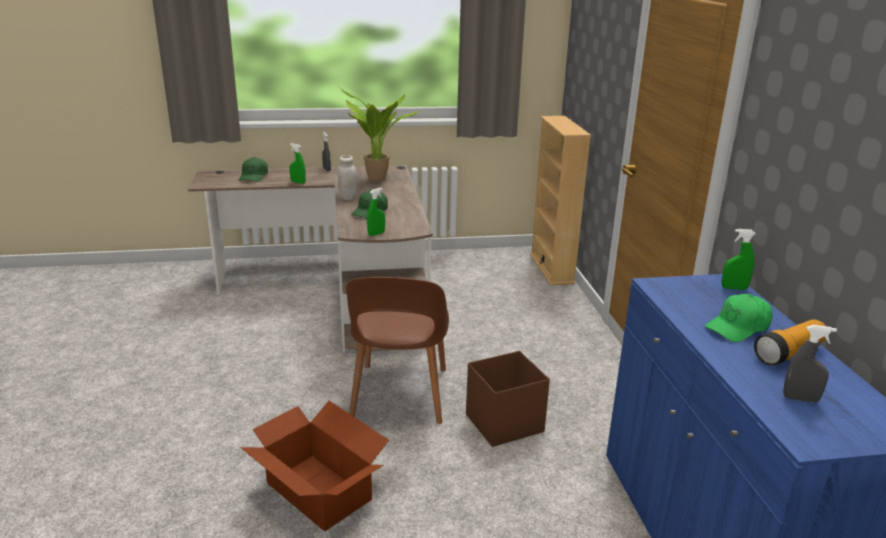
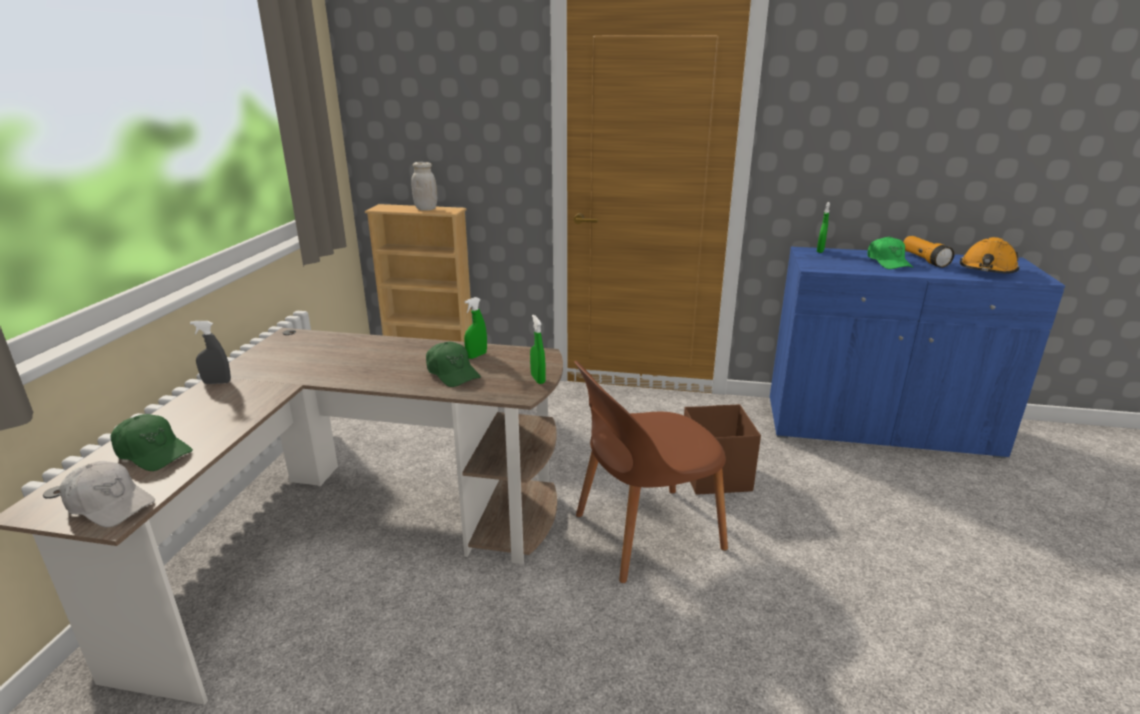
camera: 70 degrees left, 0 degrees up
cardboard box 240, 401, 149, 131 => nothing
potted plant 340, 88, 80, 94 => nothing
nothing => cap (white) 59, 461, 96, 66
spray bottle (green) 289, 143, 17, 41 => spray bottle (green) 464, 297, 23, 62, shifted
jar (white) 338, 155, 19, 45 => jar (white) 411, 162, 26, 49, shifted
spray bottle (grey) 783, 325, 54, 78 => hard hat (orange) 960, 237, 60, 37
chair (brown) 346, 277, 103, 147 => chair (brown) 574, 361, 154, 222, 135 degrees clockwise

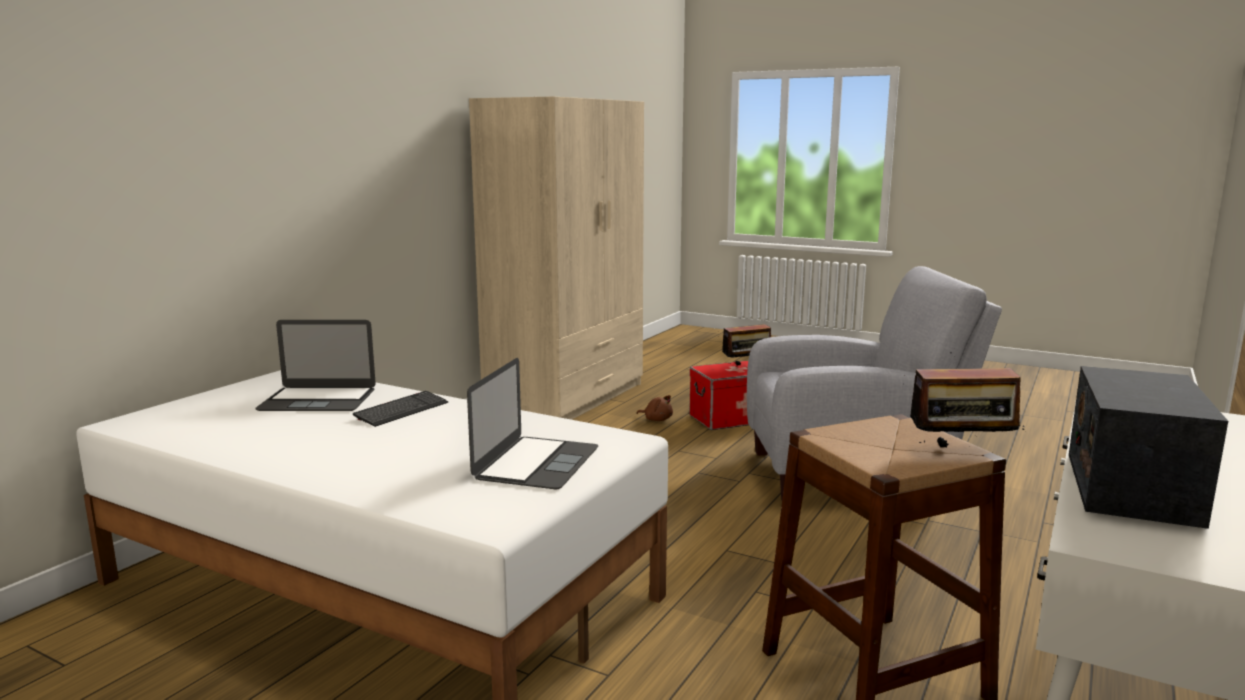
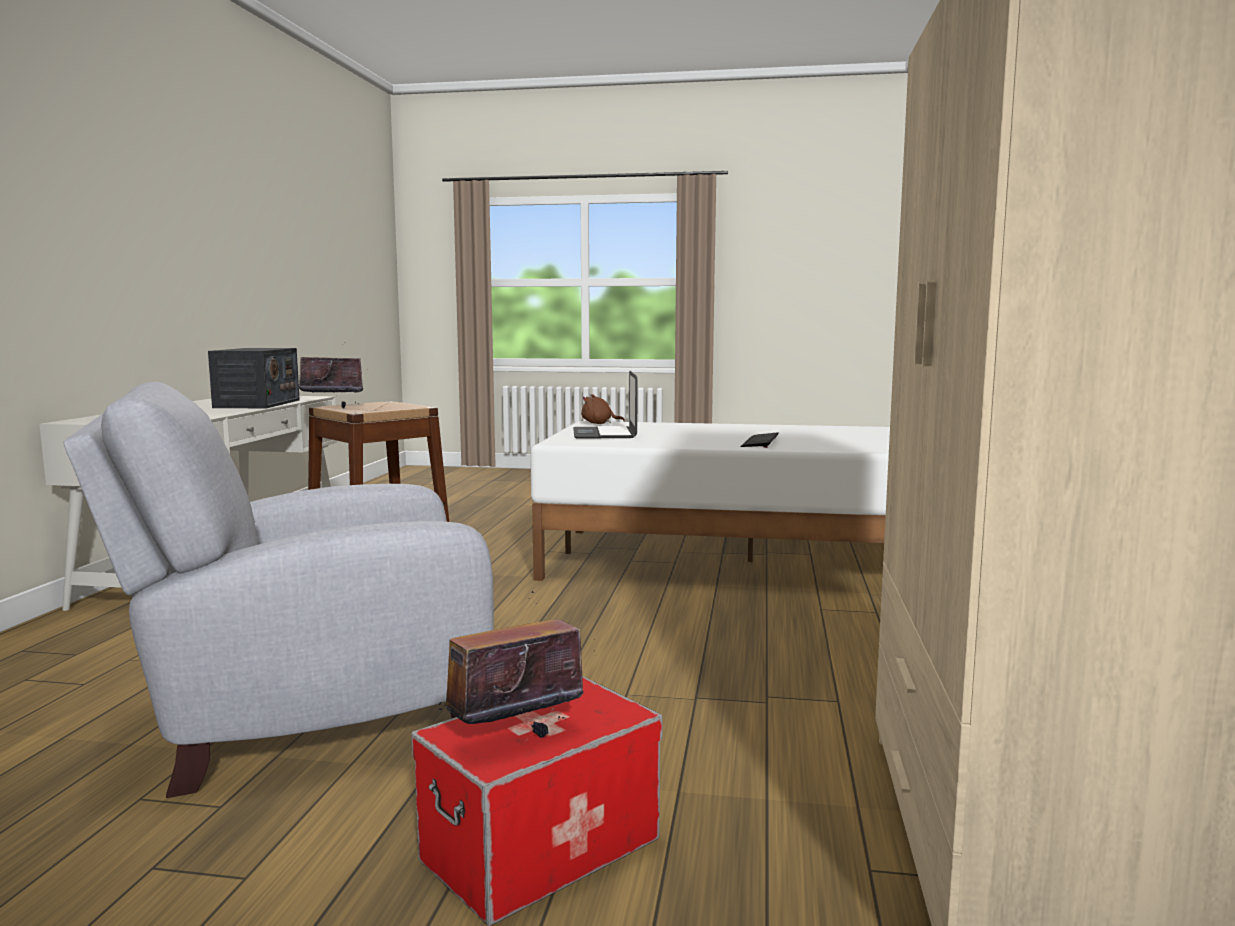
camera: 160 degrees right, 5 degrees down
laptop 255, 320, 121, 91 => nothing
plush toy (brown) 637, 395, 36, 26 => plush toy (brown) 581, 394, 44, 30, shifted

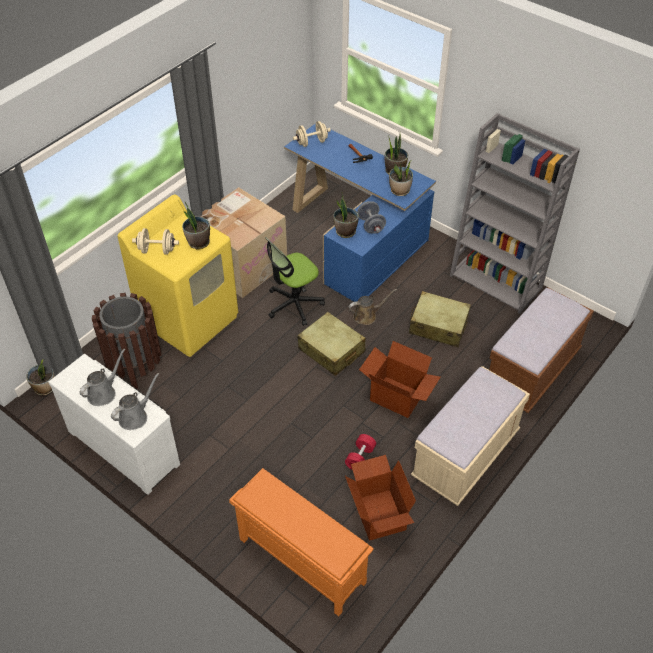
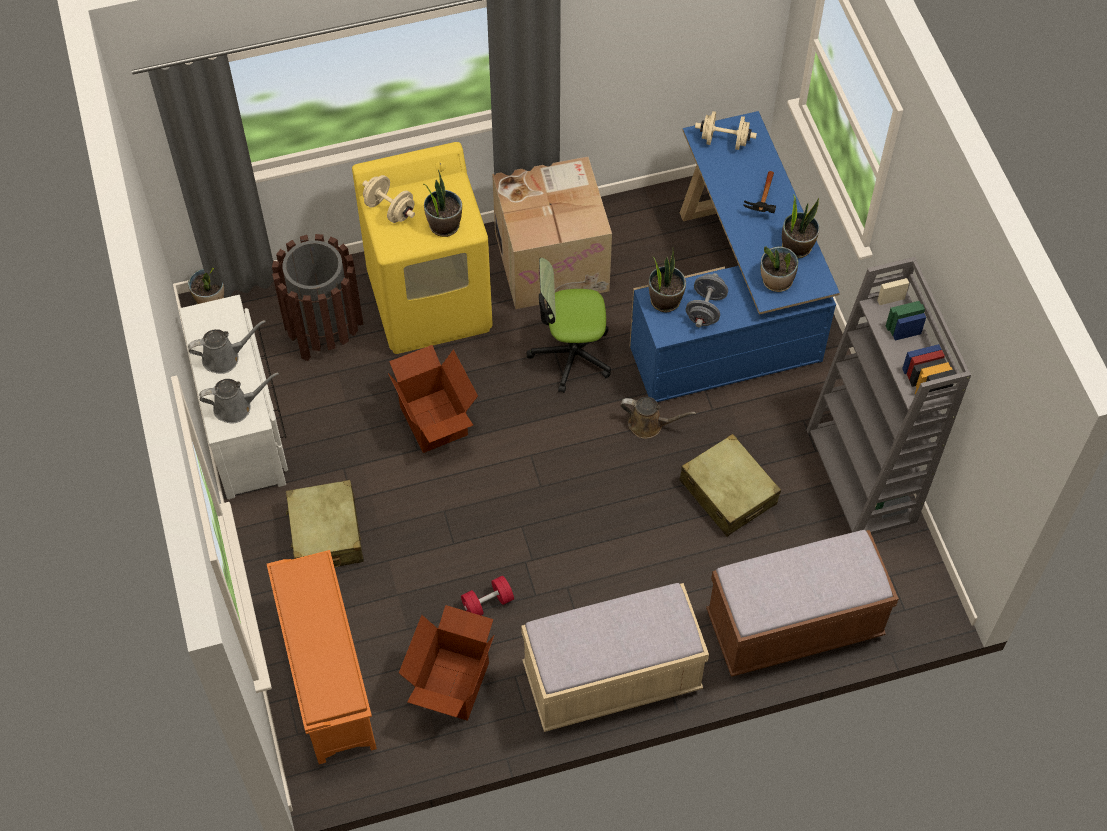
camera: 35 degrees right, 10 degrees up
suitcase (beige) 297, 312, 69, 64 => suitcase (beige) 286, 480, 78, 88, shifted
cardboard box 359, 341, 82, 77 => cardboard box 388, 345, 90, 108, shifted

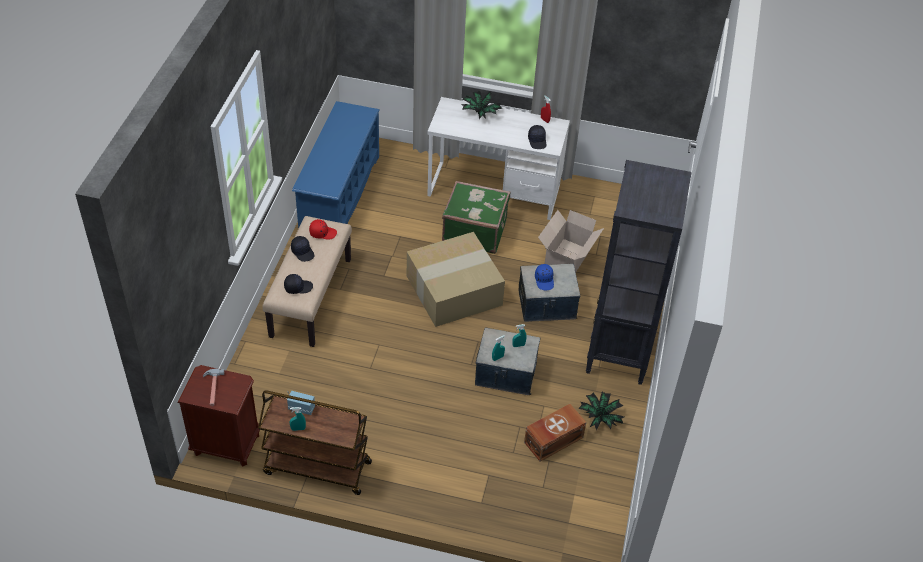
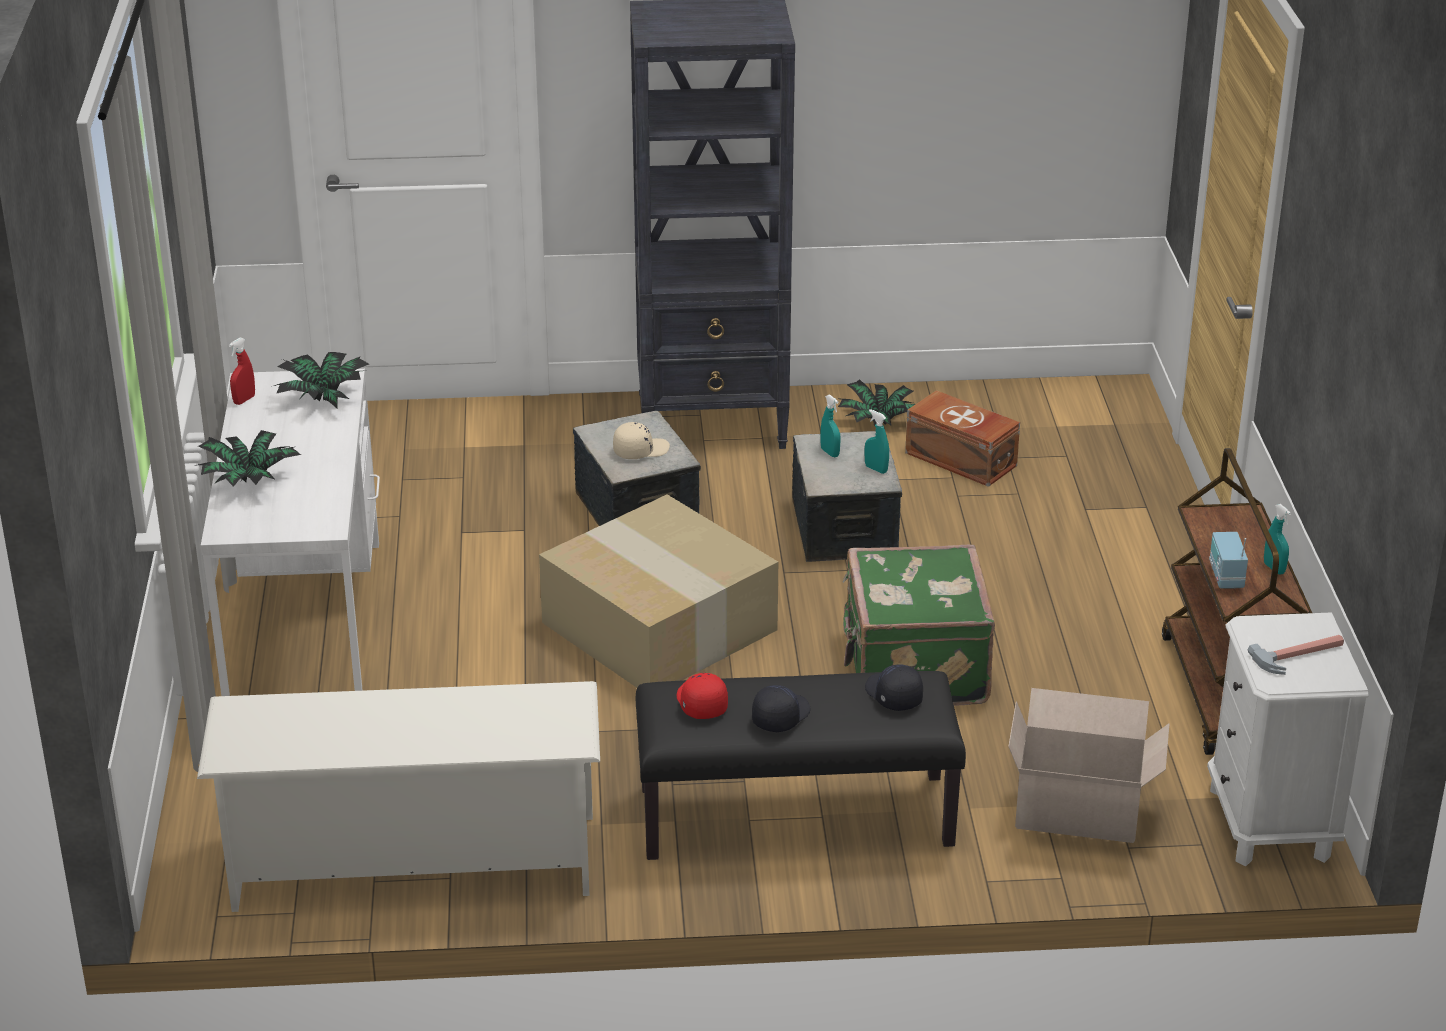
camera: 105 degrees left, 15 degrees down
suitcase (green) 442, 181, 68, 73 => suitcase (green) 842, 545, 153, 161, shifted
cardboard box 538, 210, 66, 62 => cardboard box 1008, 688, 161, 155, shifted
cap (black) 528, 125, 18, 24 => potted plant 274, 352, 95, 56
nightstand (brown) 177, 365, 83, 102 => nightstand (white) 1207, 612, 161, 254
bench (beige) 262, 216, 90, 131 => bench (black) 636, 671, 330, 189
shoe rack (blue) 292, 101, 88, 128 => shoe rack (white) 197, 681, 403, 231
cap (blue) 535, 264, 19, 26 => cap (beige) 613, 422, 57, 37

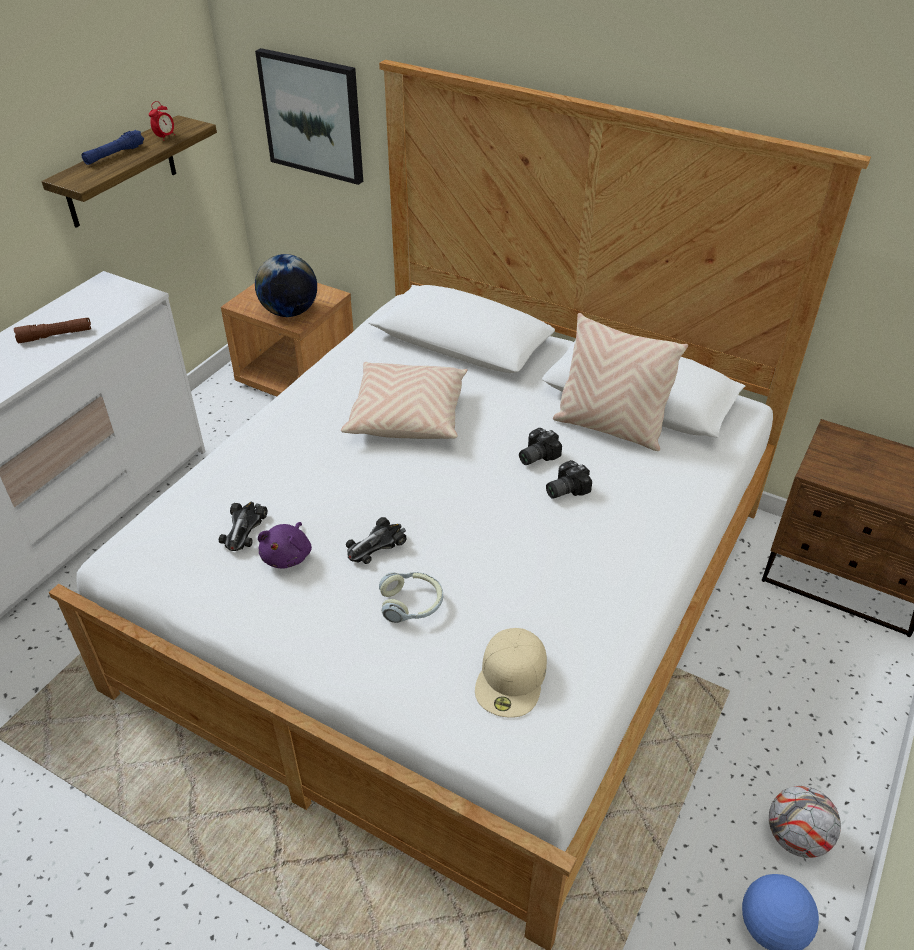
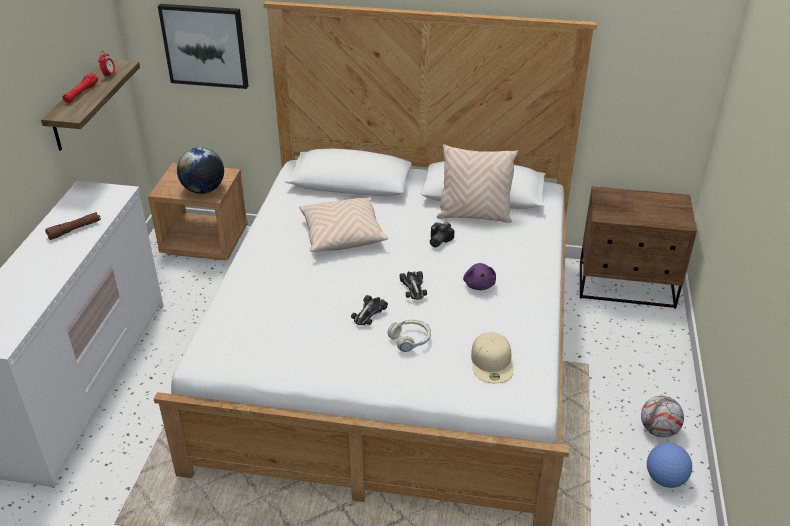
camera: 20 degrees left, 5 degrees down
photo camera 546, 460, 46, 39 => nothing
toy car 219, 501, 48, 50 => toy car 400, 271, 27, 29, shifted
plush toy (purple) 258, 522, 54, 47 => plush toy (purple) 463, 263, 33, 27, shifted
flashlight (blue) 82, 130, 62, 35 => flashlight (red) 62, 73, 36, 30

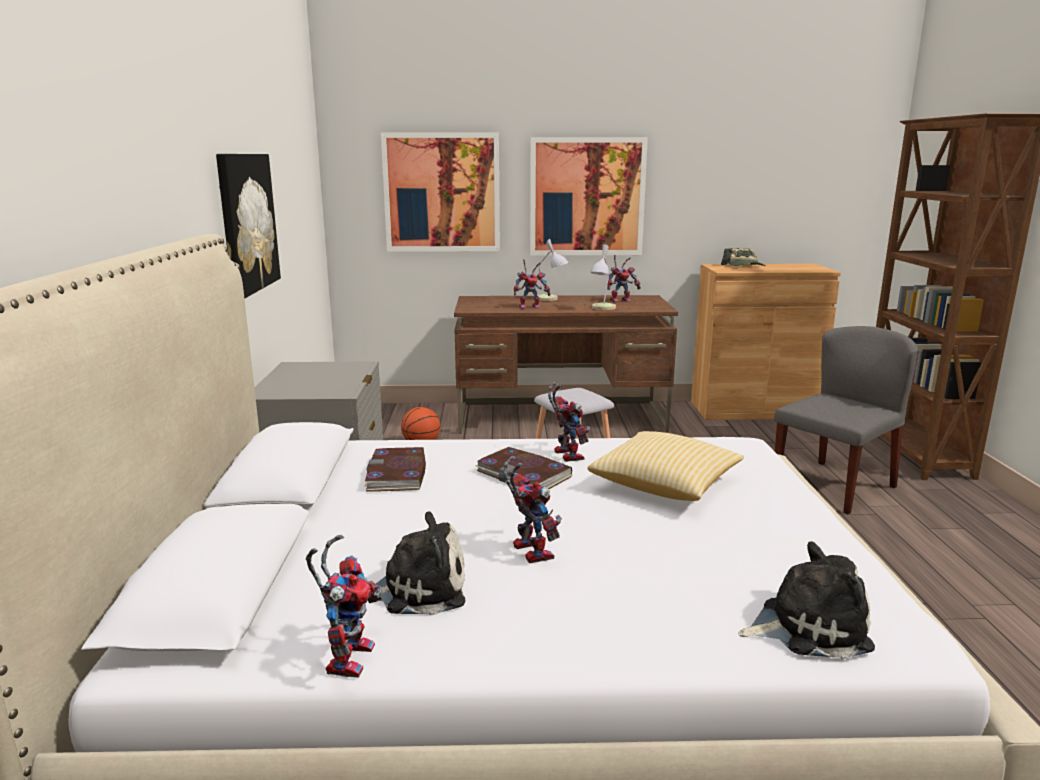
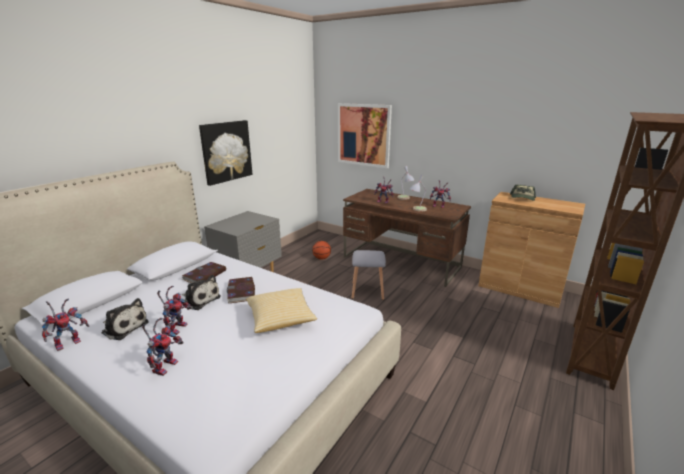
camera: 35 degrees right, 5 degrees up
picture 530, 137, 118, 118 => nothing
chair (grey) 774, 326, 144, 188 => nothing
toy robot 548, 382, 43, 80 => toy robot 142, 318, 42, 58, shifted
plush toy 739, 541, 136, 118 => plush toy 182, 275, 39, 35, shifted

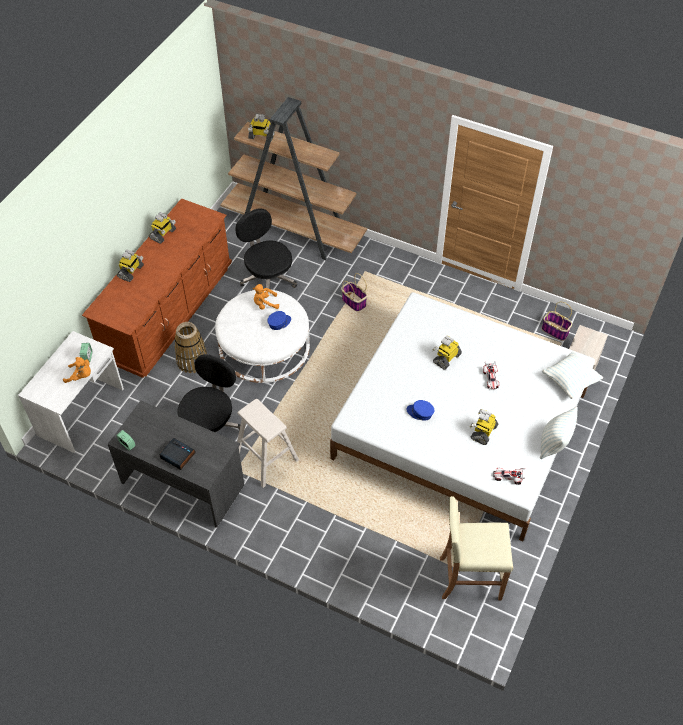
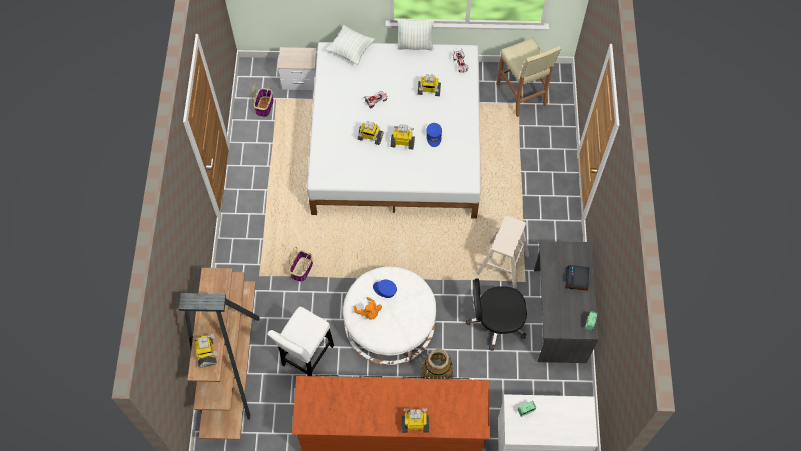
camera: 115 degrees left, 10 degrees up
plush toy (orange) 63, 357, 28, 26 => nothing
toy robot 149, 212, 27, 32 => toy robot 390, 124, 25, 25, shifted
office chair (black) 235, 208, 62, 81 => stool (white) 267, 307, 67, 69

